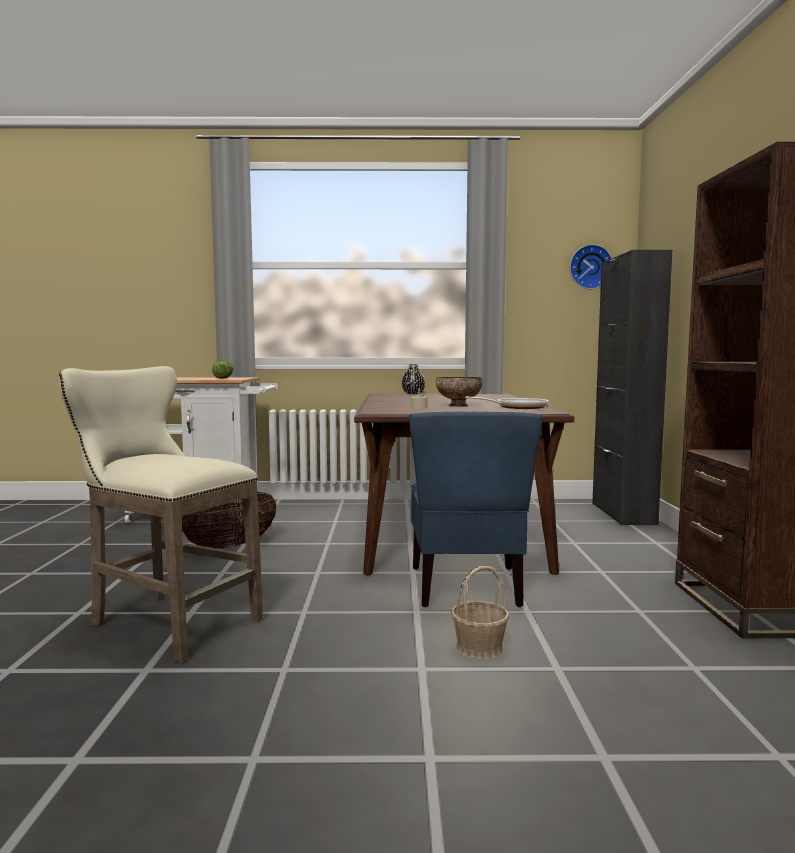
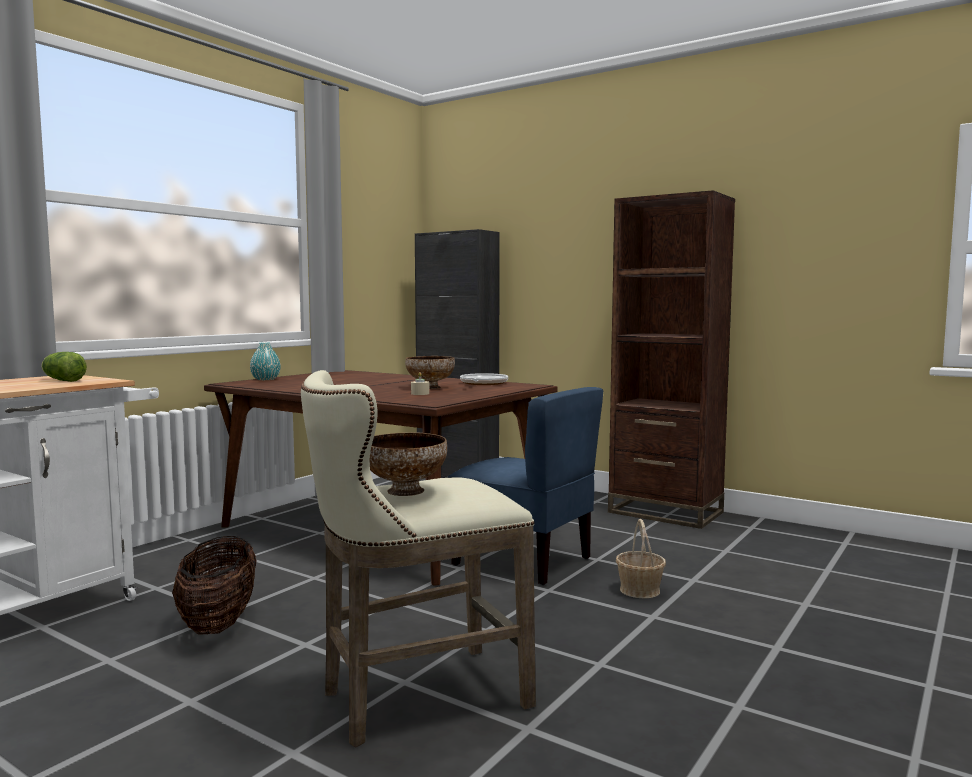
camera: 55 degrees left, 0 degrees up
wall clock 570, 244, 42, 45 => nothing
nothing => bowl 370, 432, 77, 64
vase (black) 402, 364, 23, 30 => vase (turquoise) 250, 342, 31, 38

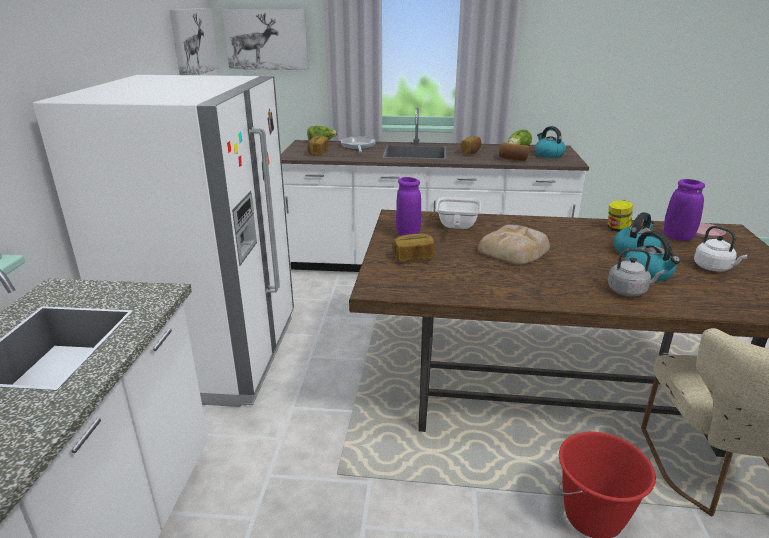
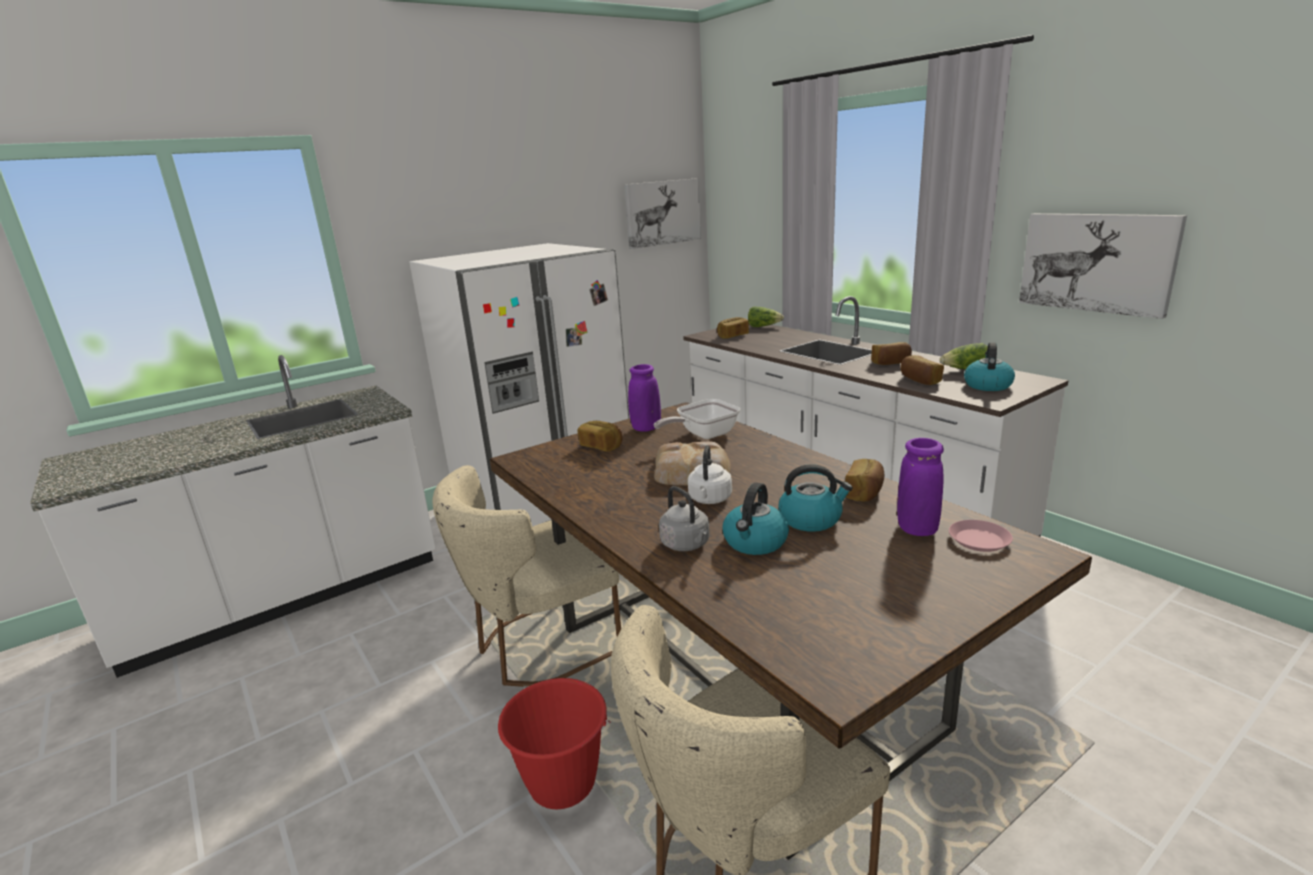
camera: 50 degrees right, 5 degrees down
frying pan 341, 137, 34, 15 => nothing
nothing => chair (beige) 433, 465, 188, 222
picture 222, 9, 87, 61 => picture 1019, 213, 168, 106, shifted
kettle (white) 694, 226, 53, 46 => kettle (white) 688, 445, 44, 59, shifted
jar 608, 200, 25, 32 => bread 845, 459, 39, 43

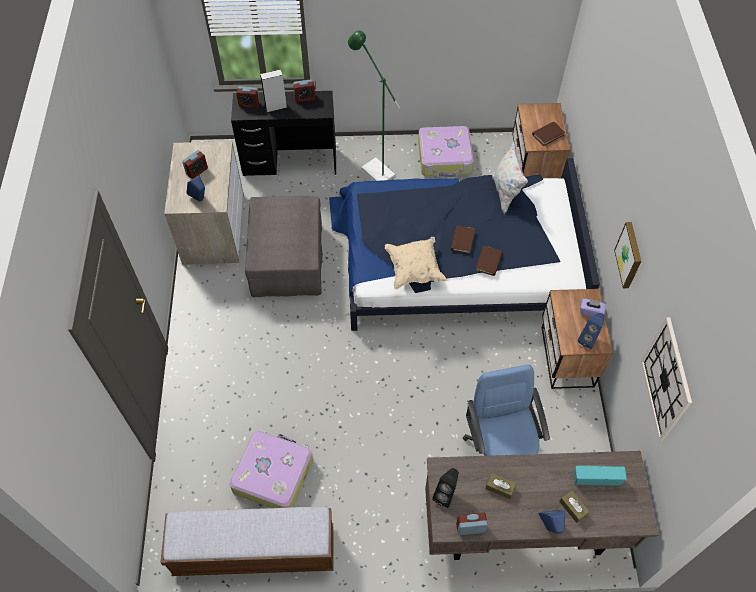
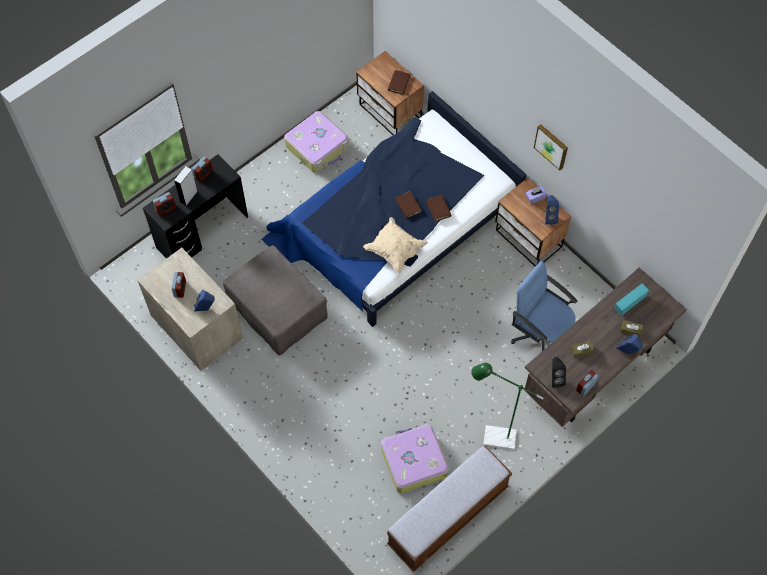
camera: 40 degrees left, 5 degrees up
pillow (white) 492, 142, 36, 72 => nothing
wall clock 641, 317, 51, 124 => nothing
floor lamp (green) 348, 31, 52, 150 => floor lamp (green) 471, 363, 73, 87, shifted

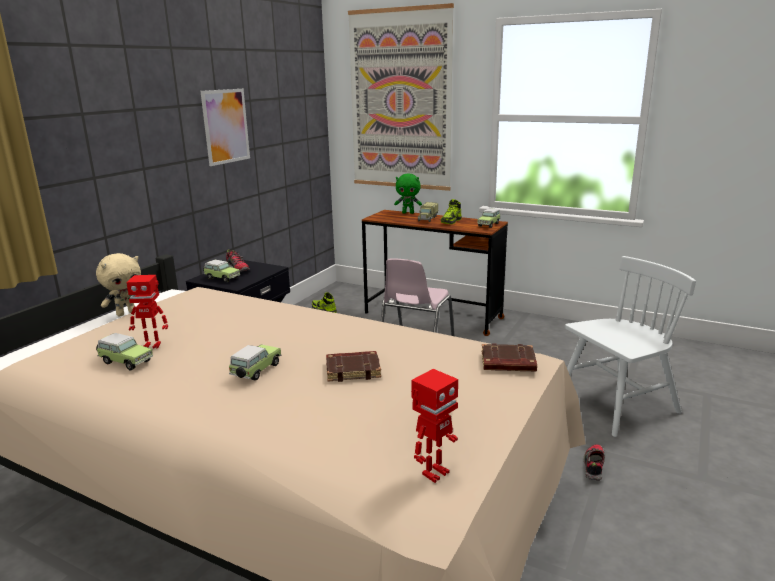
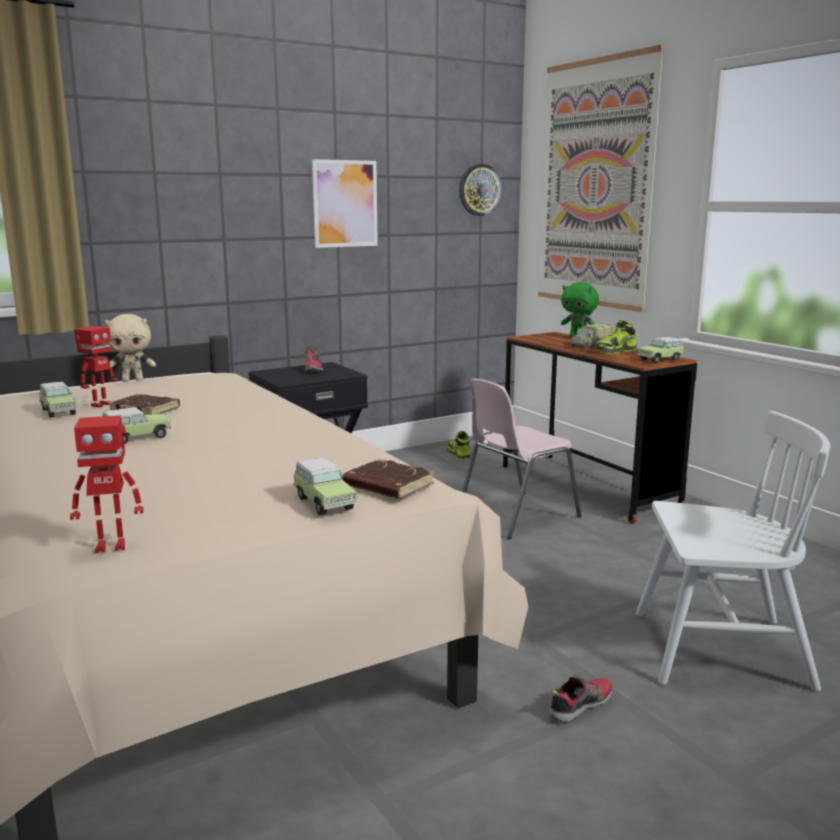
camera: 30 degrees right, 5 degrees down
nothing => wall clock 459, 164, 43, 52
toy car 203, 260, 37, 23 => toy car 293, 458, 64, 57, shifted
book (brown) 326, 351, 55, 31 => book (brown) 108, 394, 72, 21, shifted
toy robot 126, 275, 42, 74 => toy robot 74, 326, 44, 82, 90 degrees counterclockwise

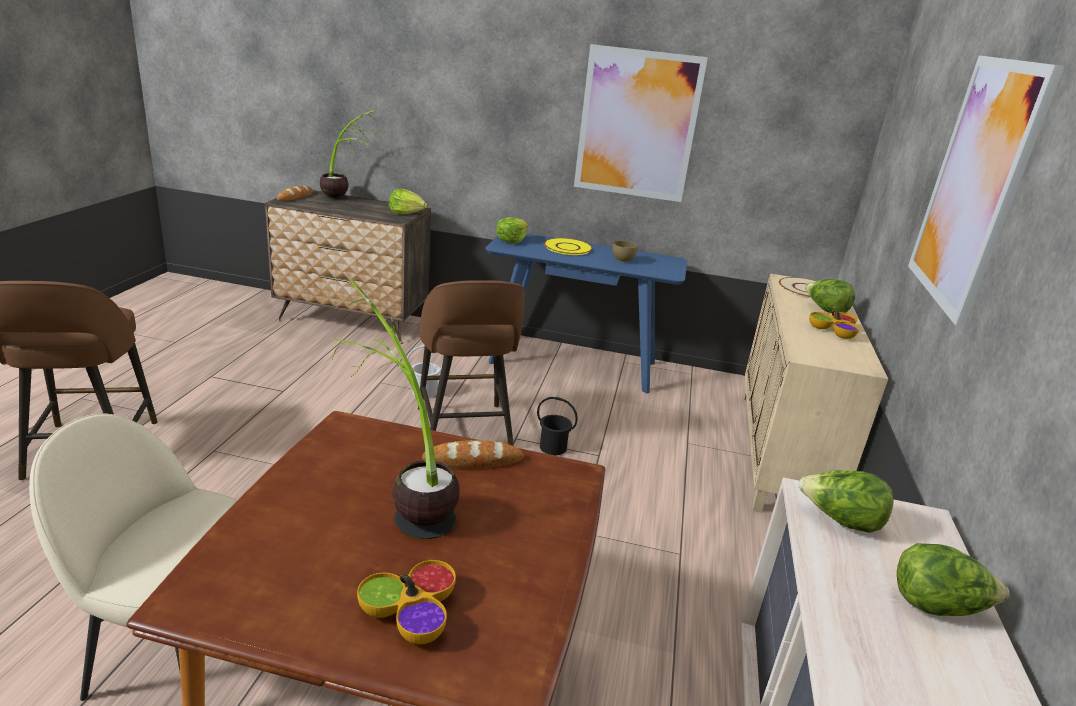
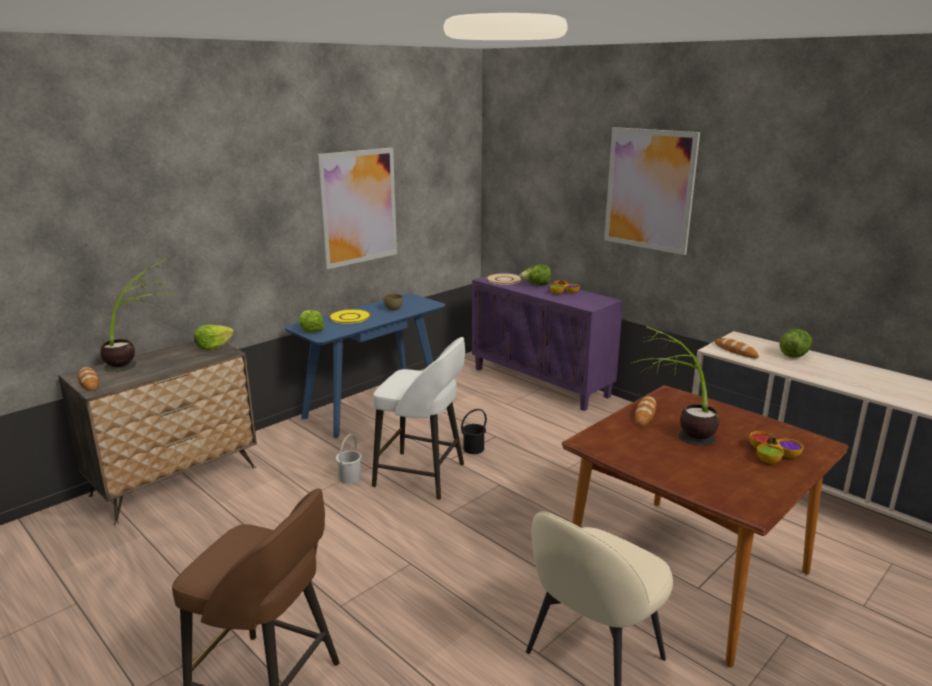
camera: 55 degrees left, 5 degrees down
lettuce 799, 470, 95, 63 => bread 715, 338, 44, 20
stool (brown) 418, 280, 107, 166 => stool (white) 372, 337, 93, 163
cabinet (beige) 744, 274, 144, 239 => cabinet (purple) 472, 271, 151, 140

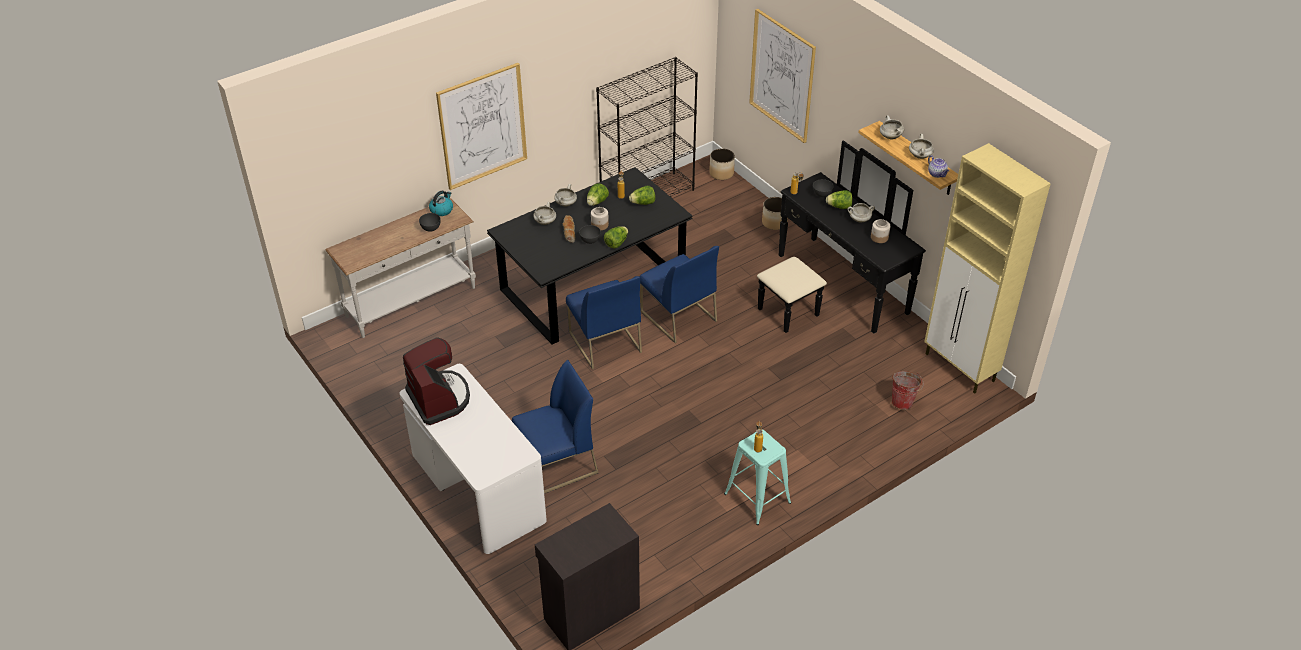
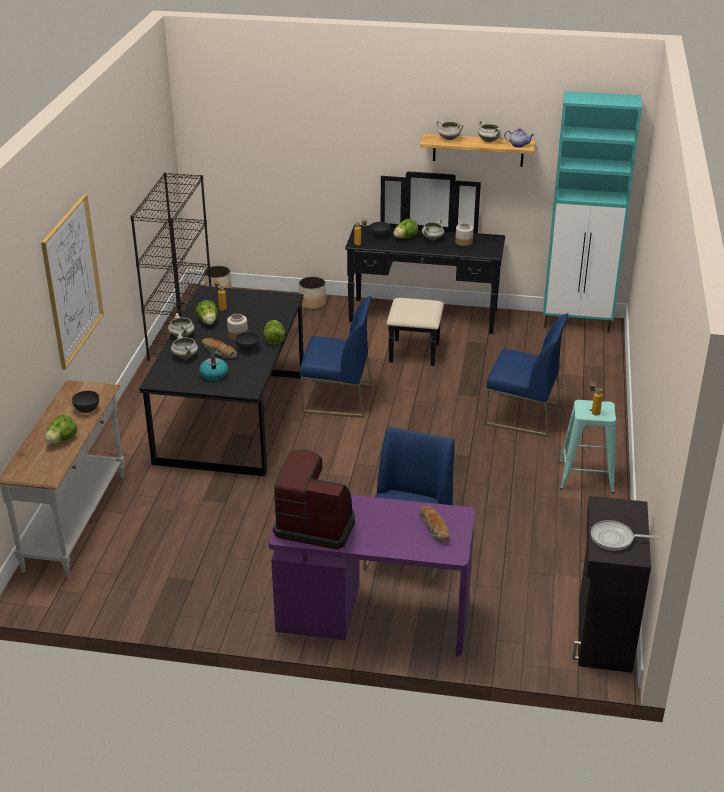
camera: 45 degrees left, 10 degrees down
picture 749, 9, 67, 134 => nothing
bucket 891, 371, 33, 39 => nothing
nothing => bread 420, 506, 30, 36
nothing => frying pan 590, 520, 68, 31
kettle 429, 191, 24, 25 => kettle 199, 350, 29, 31, shifted
chair (blue) 566, 276, 76, 93 => chair (blue) 485, 313, 83, 124, shifted
lettuce 629, 186, 26, 19 => lettuce 45, 415, 32, 29, shifted
desk (white) 400, 364, 147, 190 => desk (purple) 269, 495, 206, 162
cabinet (beige) 924, 143, 127, 251 => cabinet (turquoise) 543, 91, 99, 242

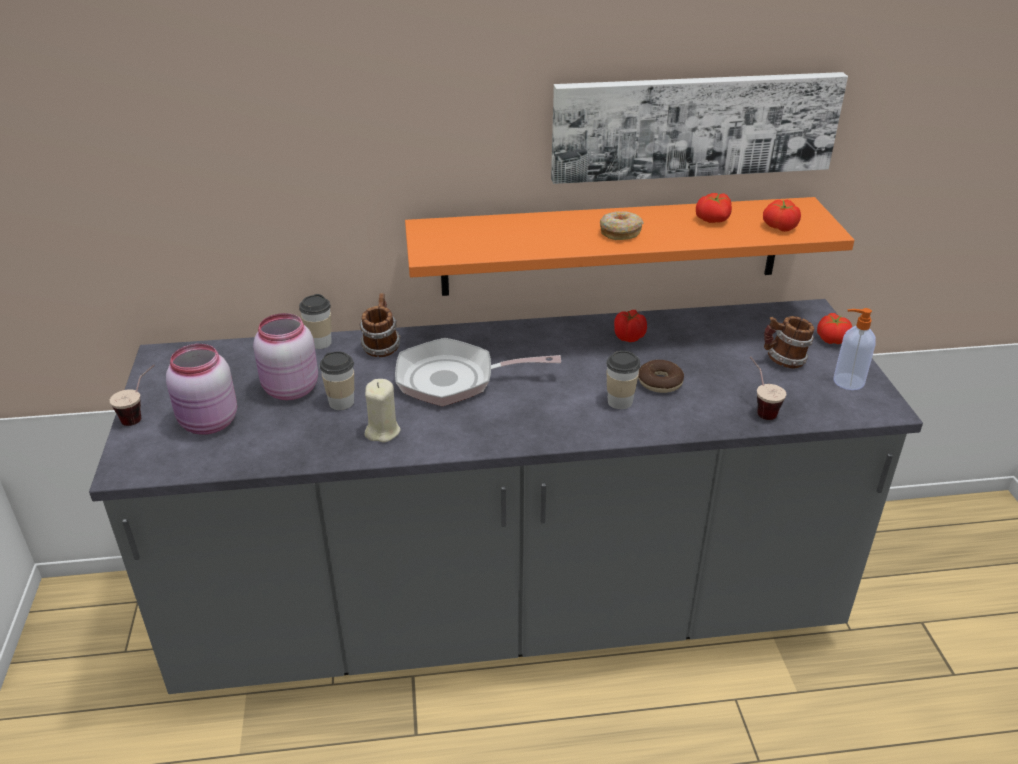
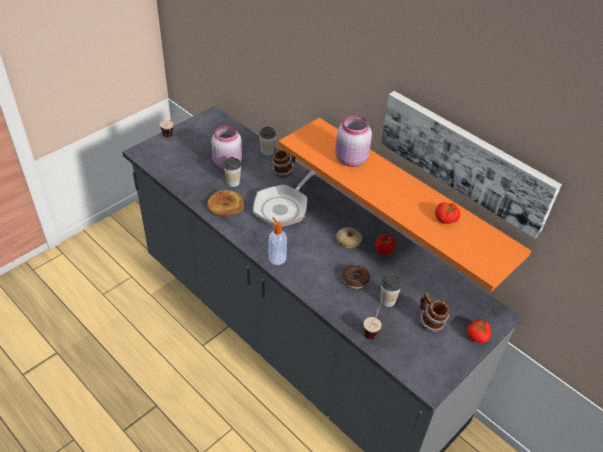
camera: 50 degrees right, 10 degrees up
tomato 763, 200, 38, 32 => nothing
jar (pink) 166, 344, 71, 91 => jar (pink) 335, 116, 37, 51, shifted
donut 600, 211, 44, 29 => donut 336, 227, 27, 21, shifted
cup 606, 351, 35, 58 => cup 380, 274, 22, 33, shifted
soap dispenser 834, 308, 42, 82 => soap dispenser 268, 217, 19, 48, shifted
candle (beige) 365, 379, 36, 63 => bread 208, 190, 36, 27
frying pan 395, 338, 166, 69 => frying pan 253, 169, 64, 58, 105 degrees counterclockwise

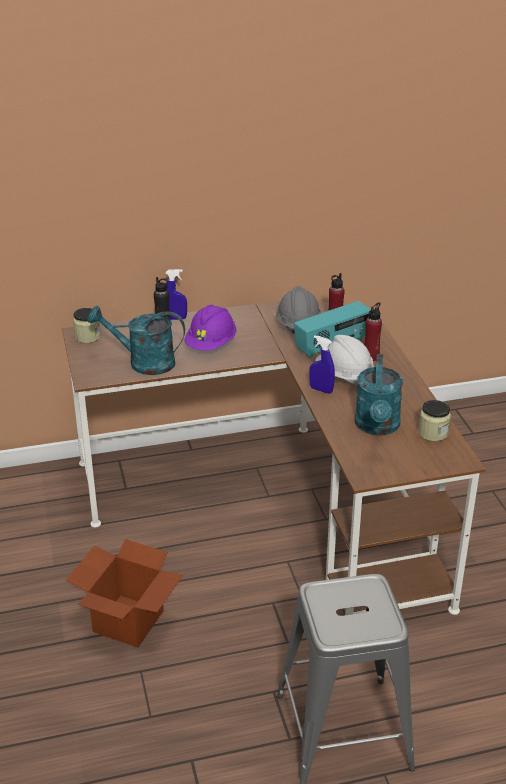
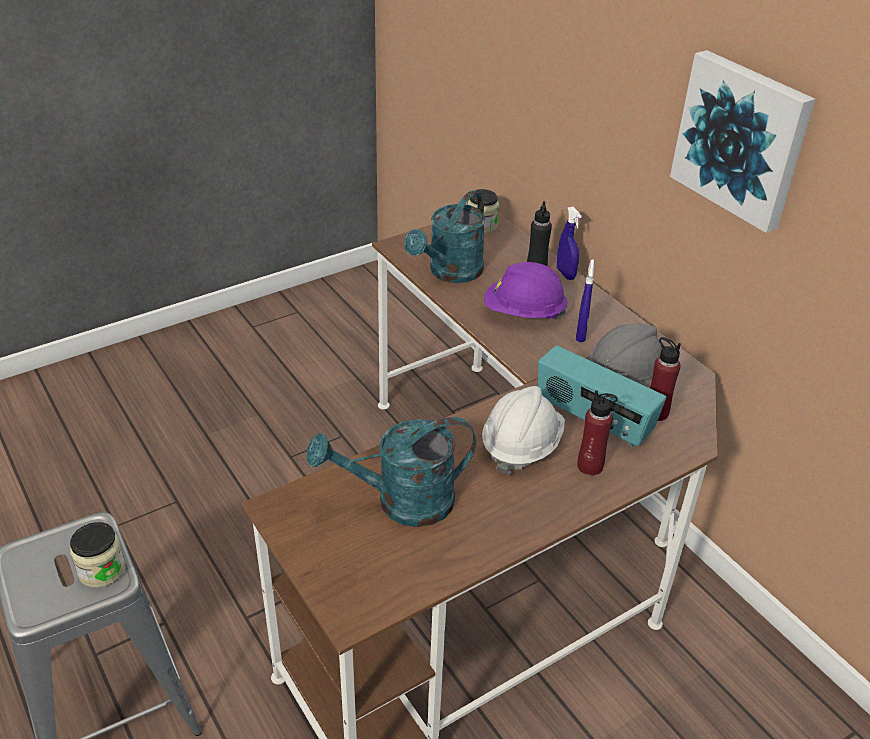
camera: 70 degrees right, 5 degrees up
cardboard box 66, 539, 117, 109 => nothing
nothing => picture 670, 50, 146, 183
spray bottle (blue) 309, 335, 26, 59 => spray bottle (blue) 576, 260, 18, 82, shifted
jar 418, 400, 33, 42 => jar 70, 522, 55, 66, shifted
watering can (turquoise) 87, 306, 98, 69 => watering can (turquoise) 404, 190, 81, 93, 135 degrees counterclockwise

